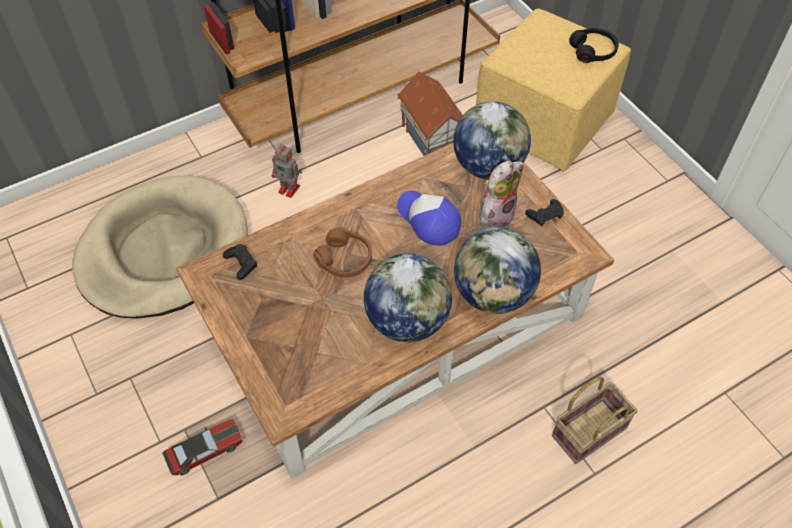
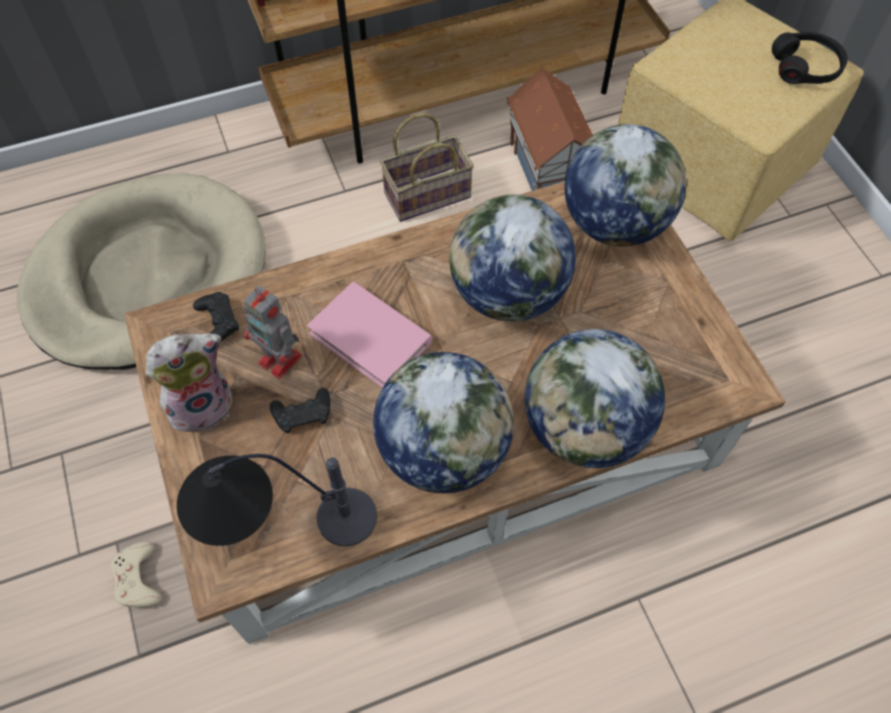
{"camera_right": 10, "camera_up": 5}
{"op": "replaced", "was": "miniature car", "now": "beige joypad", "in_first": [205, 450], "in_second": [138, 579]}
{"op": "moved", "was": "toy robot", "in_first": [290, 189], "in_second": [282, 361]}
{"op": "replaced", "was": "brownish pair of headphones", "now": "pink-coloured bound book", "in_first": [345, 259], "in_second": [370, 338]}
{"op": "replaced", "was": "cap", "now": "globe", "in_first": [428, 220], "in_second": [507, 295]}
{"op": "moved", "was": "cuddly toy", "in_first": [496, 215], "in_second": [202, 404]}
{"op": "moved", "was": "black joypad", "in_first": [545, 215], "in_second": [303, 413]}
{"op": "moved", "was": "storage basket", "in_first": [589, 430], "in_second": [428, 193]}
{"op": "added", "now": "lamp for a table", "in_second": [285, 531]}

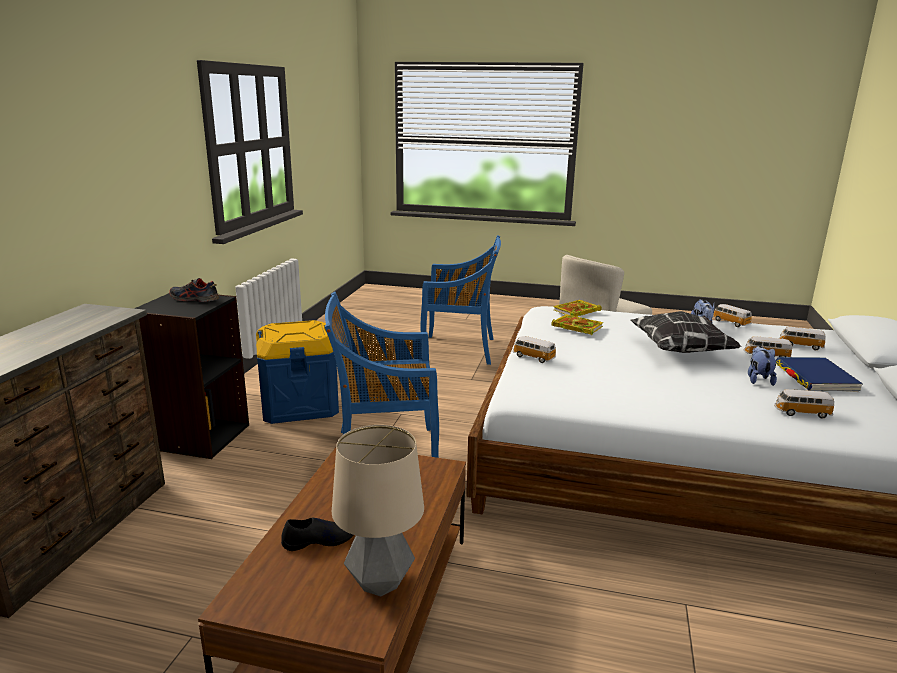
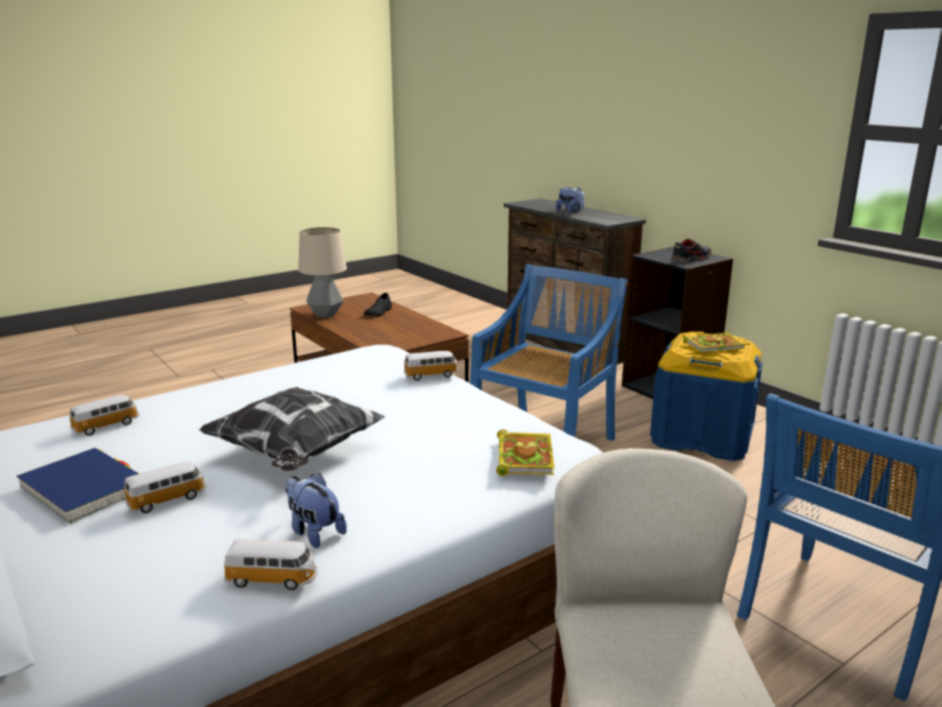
{"camera_right": 130, "camera_up": 0}
{"op": "moved", "was": "bound book", "in_first": [576, 327], "in_second": [715, 345]}
{"op": "moved", "was": "cuddly toy", "in_first": [758, 379], "in_second": [570, 212]}
{"op": "removed", "was": "miniature car", "in_first": [800, 346]}

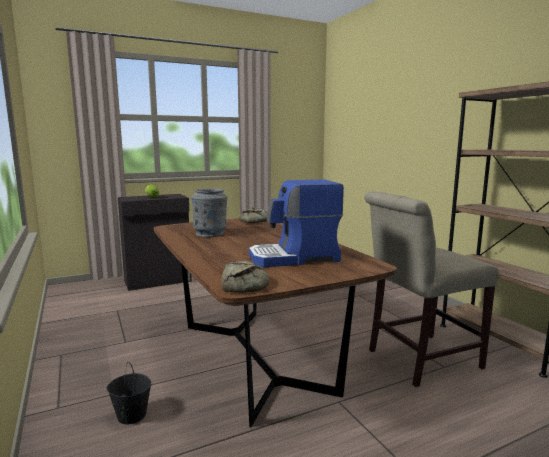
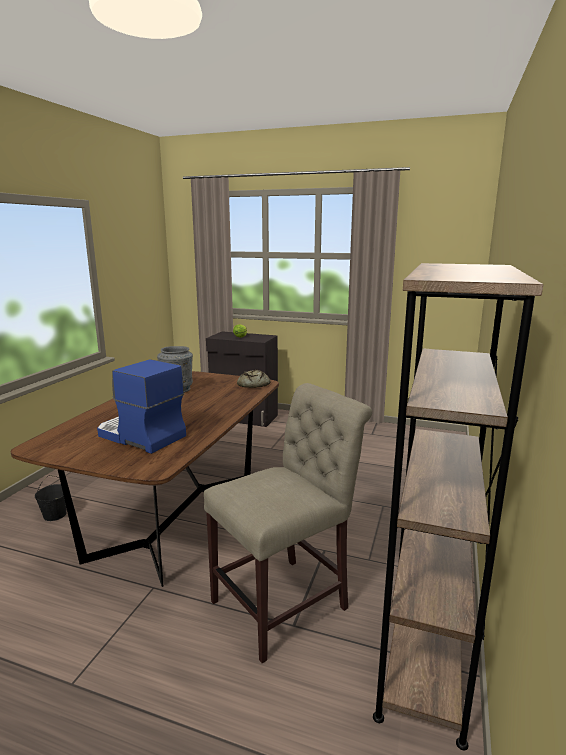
{"camera_right": 45, "camera_up": 5}
{"op": "removed", "was": "bread", "in_first": [245, 284]}
{"op": "turned", "was": "beige plain chair", "in_first": [418, 359], "in_second": [286, 602], "clockwise": 120}

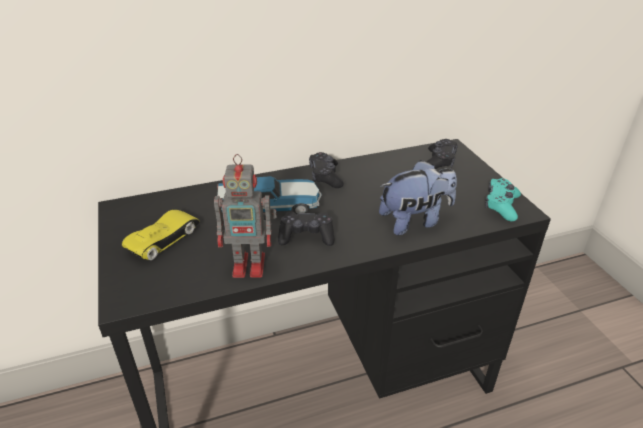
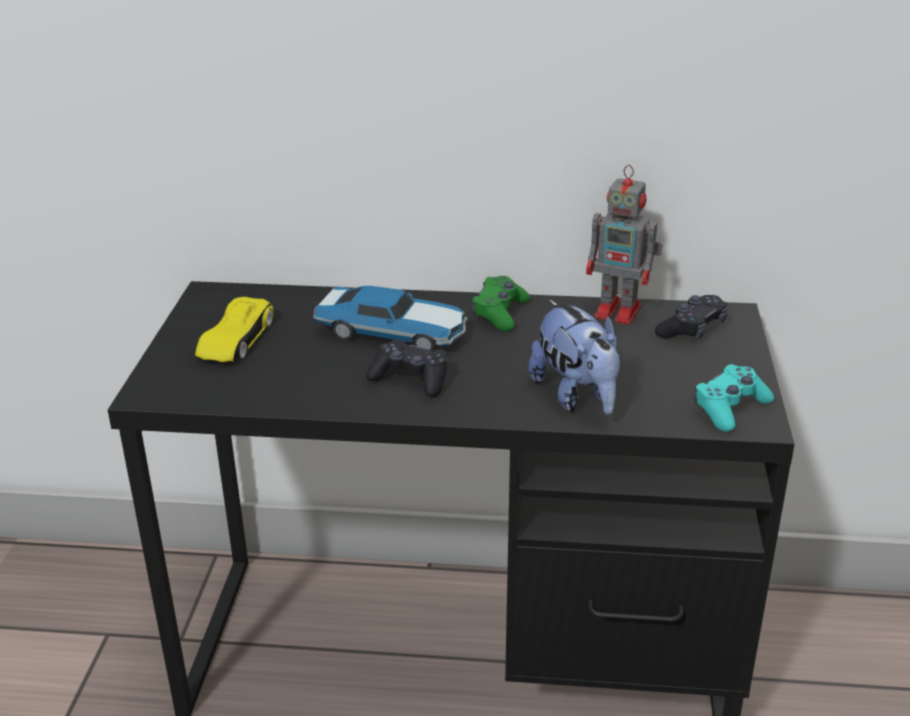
{"camera_right": 25, "camera_up": -5}
{"op": "turned", "was": "yellowish miniature car", "in_first": [163, 238], "in_second": [236, 339], "clockwise": 135}
{"op": "moved", "was": "toy robot", "in_first": [251, 265], "in_second": [620, 312]}
{"op": "recoloured", "was": "black joypad", "now": "green joypad", "in_first": [325, 177], "in_second": [499, 313]}
{"op": "turned", "was": "cuddly toy", "in_first": [415, 221], "in_second": [576, 396], "clockwise": 60}

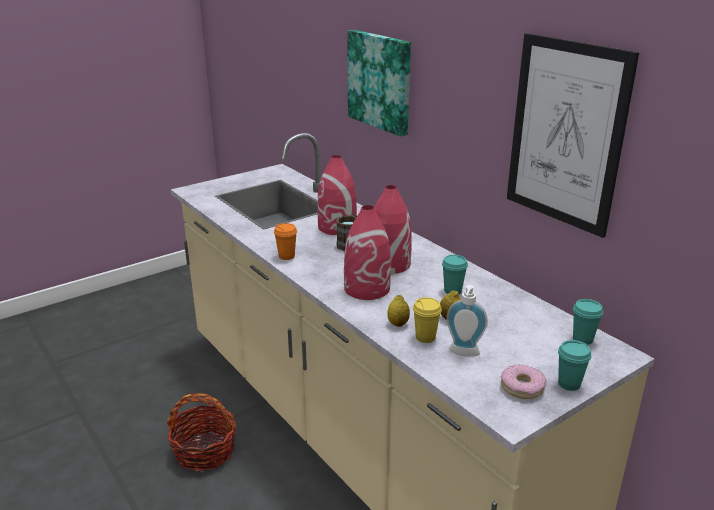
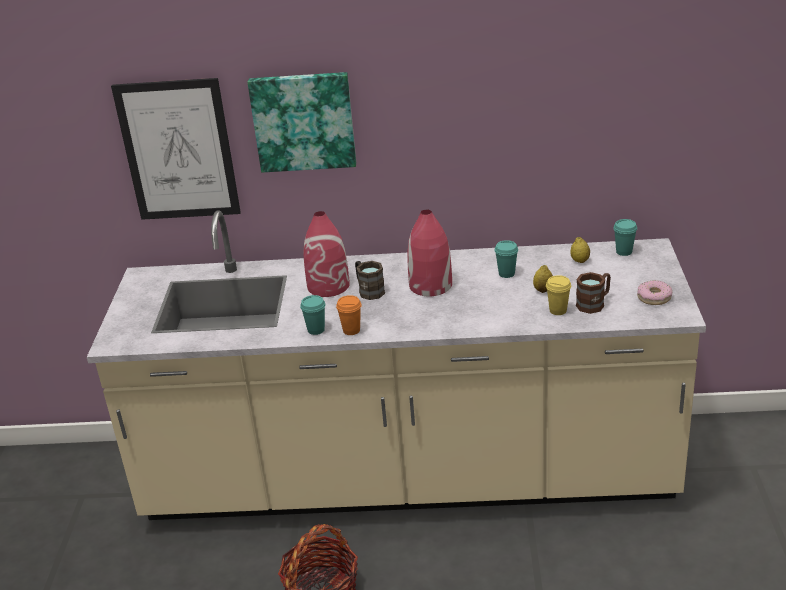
{"camera_right": -50, "camera_up": 5}
{"op": "removed", "was": "red-coloured flower vase", "in_first": [367, 288]}
{"op": "moved", "was": "whole lemon", "in_first": [398, 324], "in_second": [580, 261]}
{"op": "replaced", "was": "liquid soap bottle", "now": "brownish tea mug", "in_first": [463, 354], "in_second": [594, 303]}
{"op": "moved", "was": "picture", "in_first": [566, 134], "in_second": [178, 150]}
{"op": "moved", "was": "blue-green cup", "in_first": [569, 384], "in_second": [316, 330]}

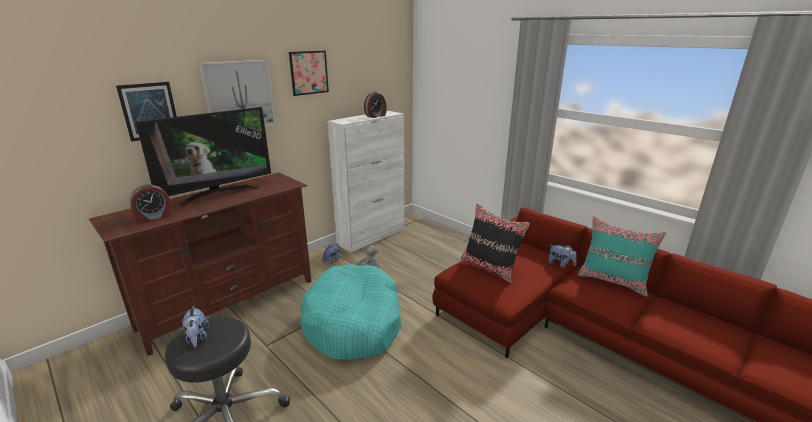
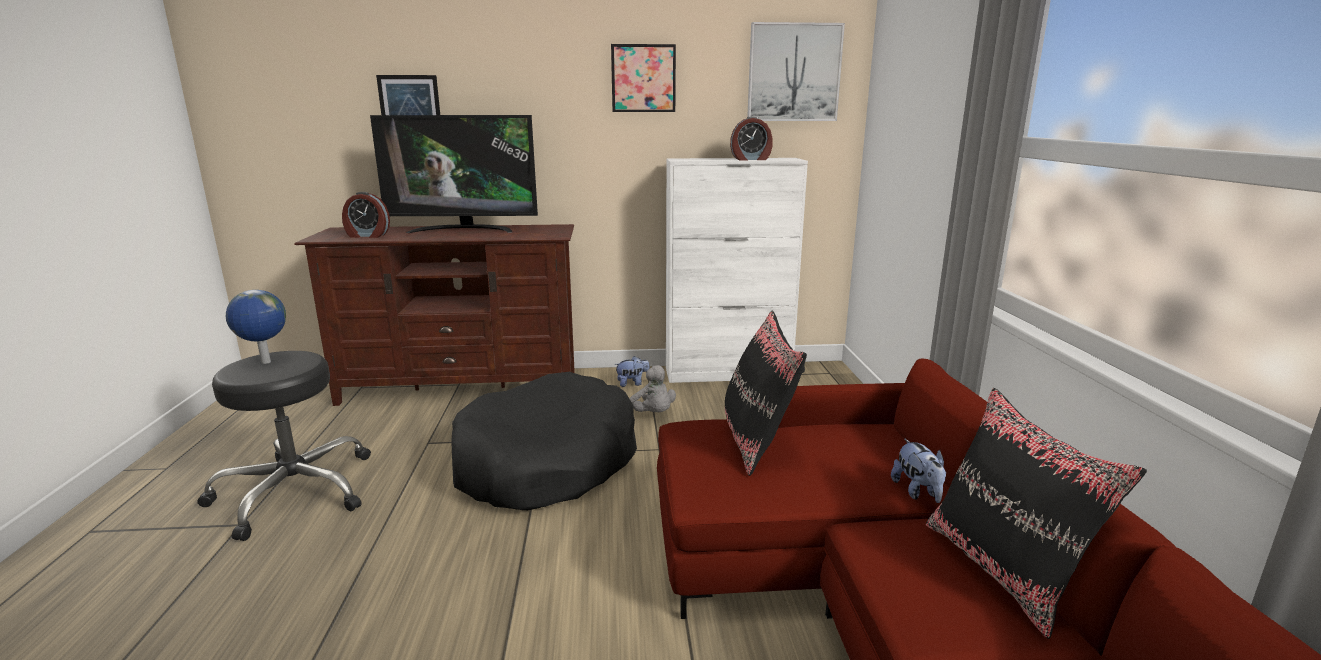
{"camera_right": 40, "camera_up": -5}
{"op": "replaced", "was": "cuddly toy", "now": "globe", "in_first": [197, 338], "in_second": [265, 362]}
{"op": "moved", "was": "picture", "in_first": [239, 96], "in_second": [794, 73]}
{"op": "recoloured", "was": "blue-green dog cushion", "now": "black dog cushion", "in_first": [354, 323], "in_second": [546, 462]}
{"op": "recoloured", "was": "blue-green throw pillow", "now": "black throw pillow", "in_first": [613, 281], "in_second": [1004, 571]}

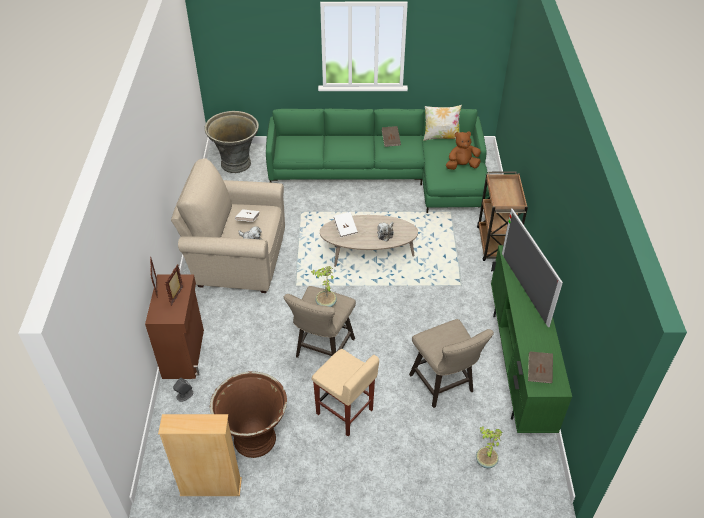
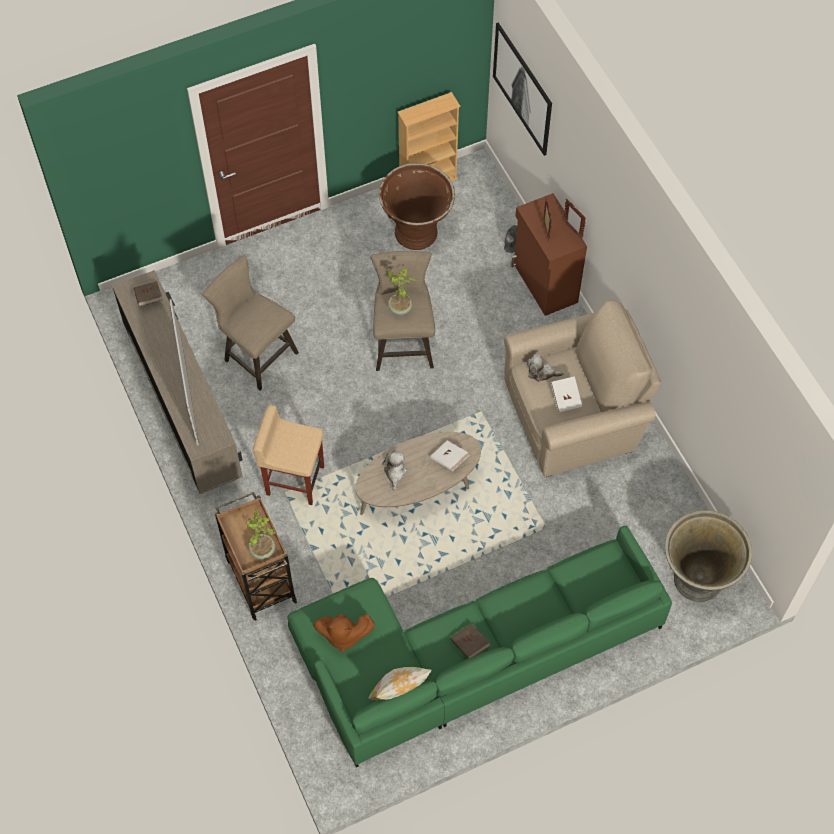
{"camera_right": 155, "camera_up": 15}
{"op": "moved", "was": "beige sitting stool", "in_first": [345, 412], "in_second": [294, 480]}
{"op": "turned", "was": "brownish cuddly toy", "in_first": [461, 166], "in_second": [343, 635], "clockwise": 45}
{"op": "moved", "was": "houseplant", "in_first": [485, 461], "in_second": [263, 550]}
{"op": "recoloured", "was": "green tv stand", "now": "beige tv stand", "in_first": [518, 365], "in_second": [184, 409]}
{"op": "turned", "was": "TV set", "in_first": [524, 288], "in_second": [188, 391], "clockwise": -150}
{"op": "added", "now": "picture", "in_second": [522, 88]}

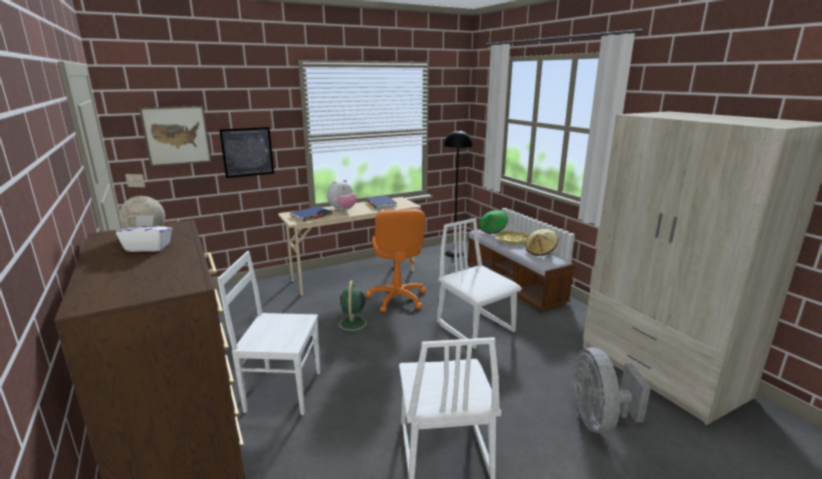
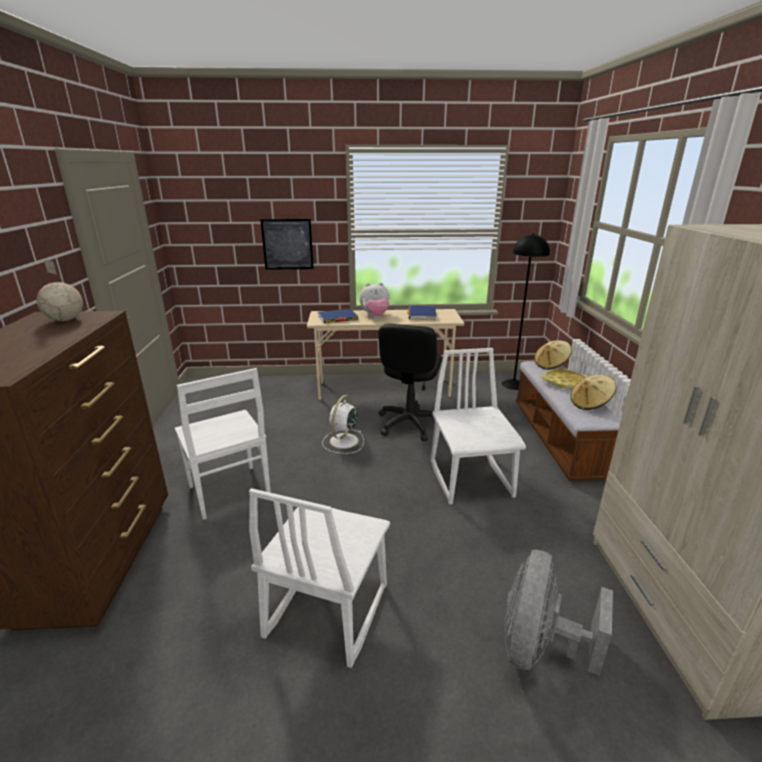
{"camera_right": 25, "camera_up": 5}
{"op": "removed", "was": "white-coloured tissue box", "in_first": [148, 248]}
{"op": "removed", "was": "picture", "in_first": [177, 135]}
{"op": "turned", "was": "white-coloured plain chair", "in_first": [281, 391], "in_second": [230, 492], "clockwise": -150}
{"op": "recoloured", "was": "green cooling fan", "now": "white-coloured cooling fan", "in_first": [352, 324], "in_second": [343, 441]}
{"op": "recoloured", "was": "orange-coloured desk chair", "now": "black desk chair", "in_first": [397, 298], "in_second": [409, 424]}
{"op": "recoloured", "was": "green clothing hat", "now": "beige clothing hat", "in_first": [493, 230], "in_second": [551, 365]}

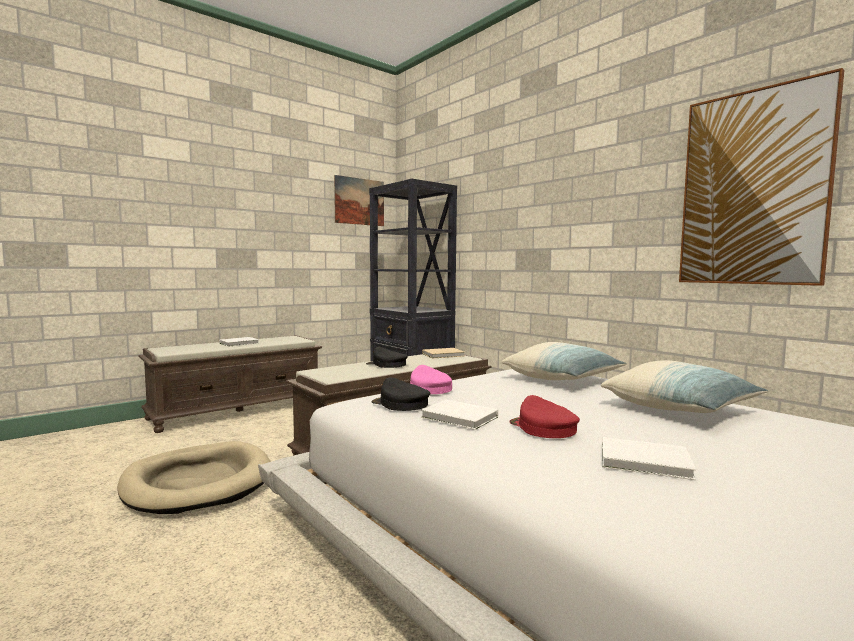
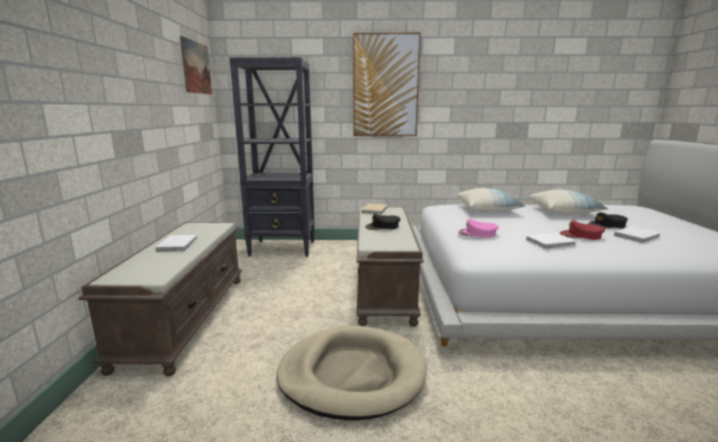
{"camera_right": -50, "camera_up": 10}
{"op": "moved", "was": "black cap", "in_first": [400, 404], "in_second": [607, 225]}
{"op": "moved", "was": "picture", "in_first": [753, 188], "in_second": [385, 86]}

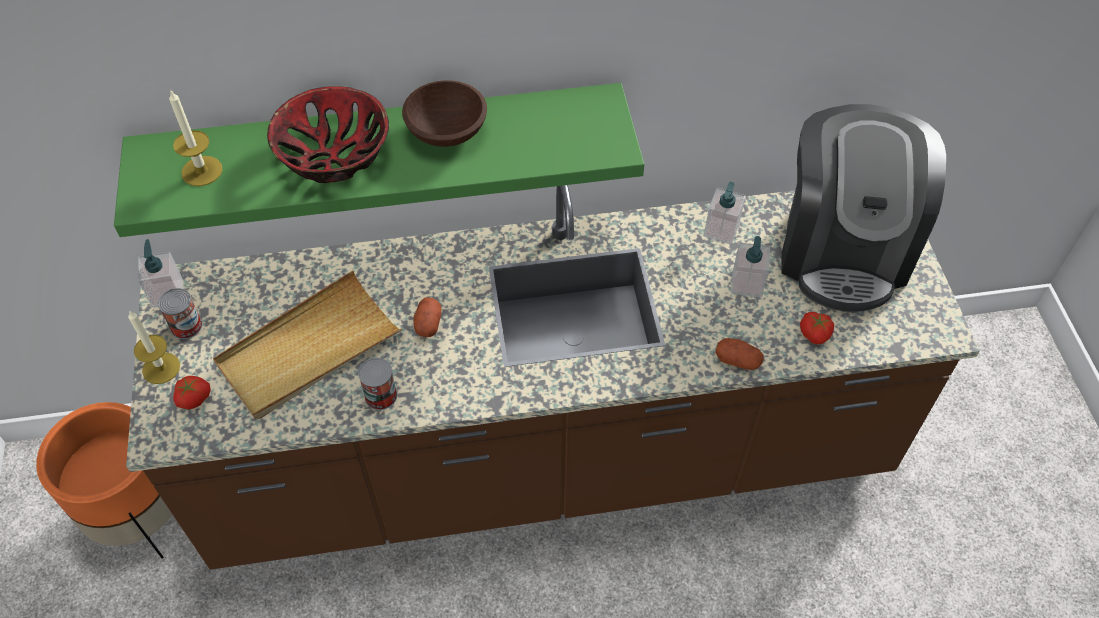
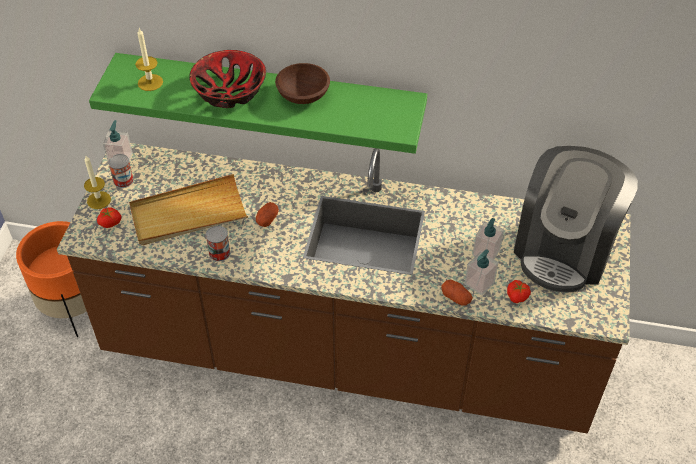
{"camera_right": 20, "camera_up": -5}
{"op": "moved", "was": "liquid soap bottle", "in_first": [721, 230], "in_second": [479, 283]}

